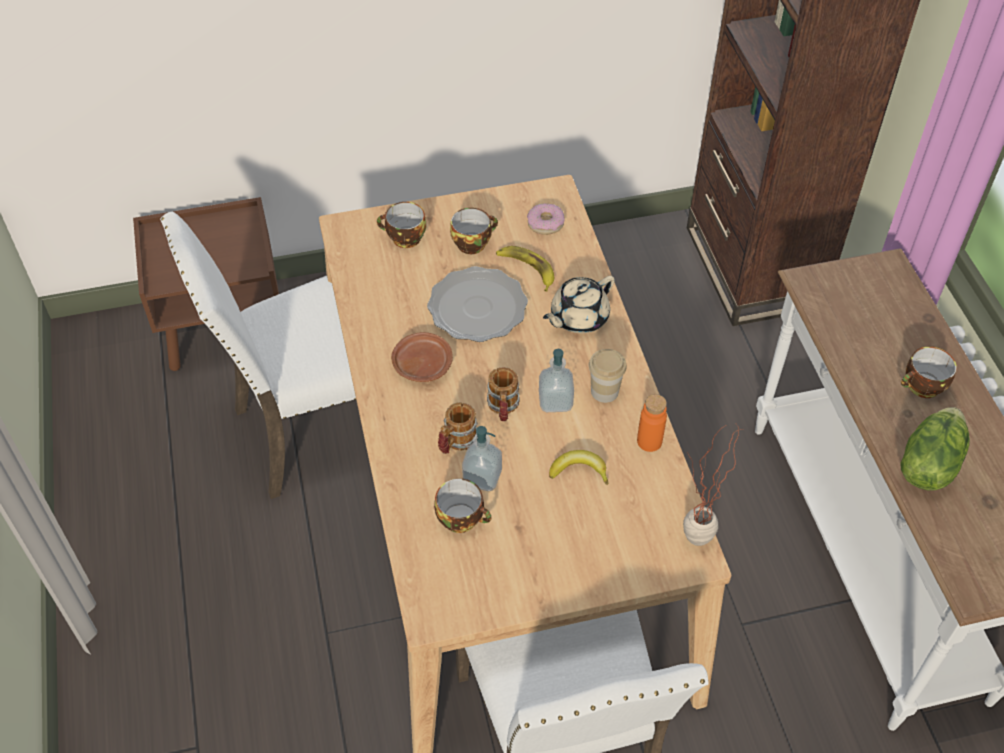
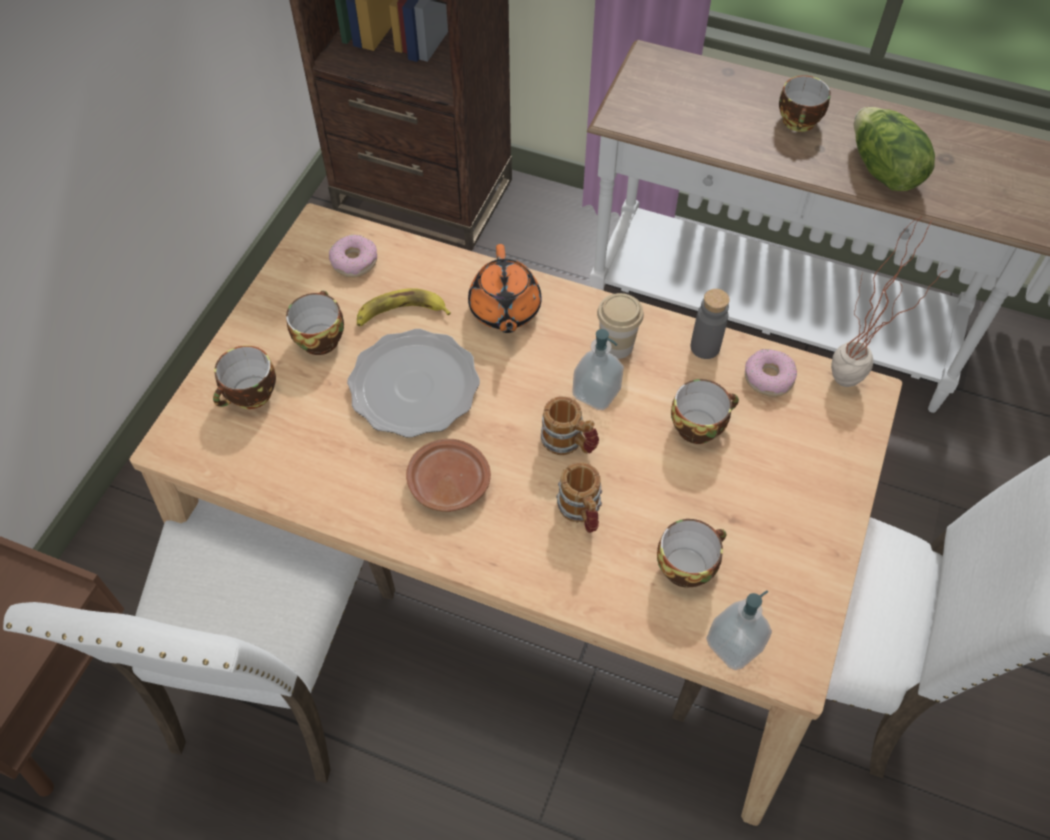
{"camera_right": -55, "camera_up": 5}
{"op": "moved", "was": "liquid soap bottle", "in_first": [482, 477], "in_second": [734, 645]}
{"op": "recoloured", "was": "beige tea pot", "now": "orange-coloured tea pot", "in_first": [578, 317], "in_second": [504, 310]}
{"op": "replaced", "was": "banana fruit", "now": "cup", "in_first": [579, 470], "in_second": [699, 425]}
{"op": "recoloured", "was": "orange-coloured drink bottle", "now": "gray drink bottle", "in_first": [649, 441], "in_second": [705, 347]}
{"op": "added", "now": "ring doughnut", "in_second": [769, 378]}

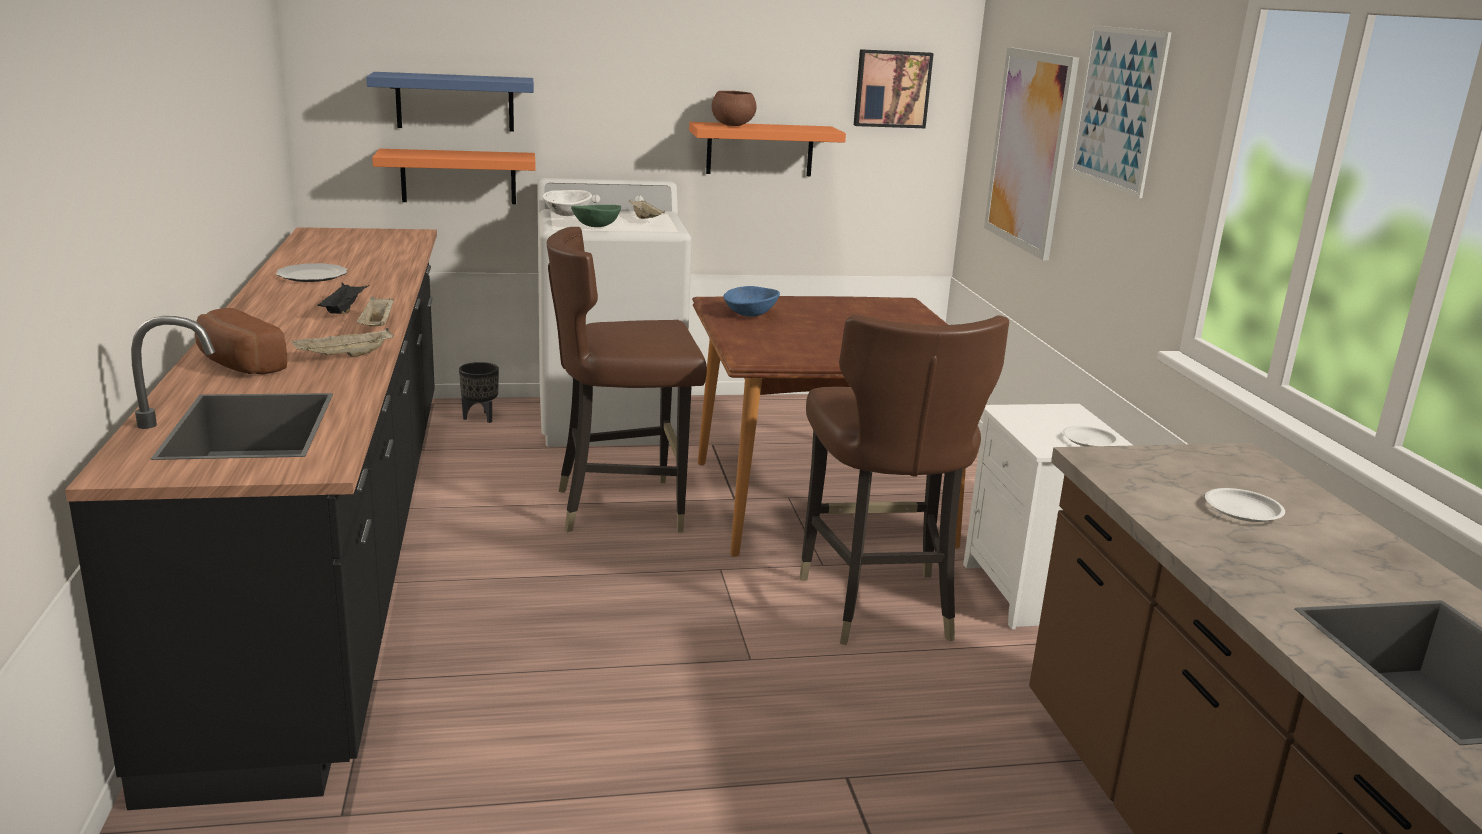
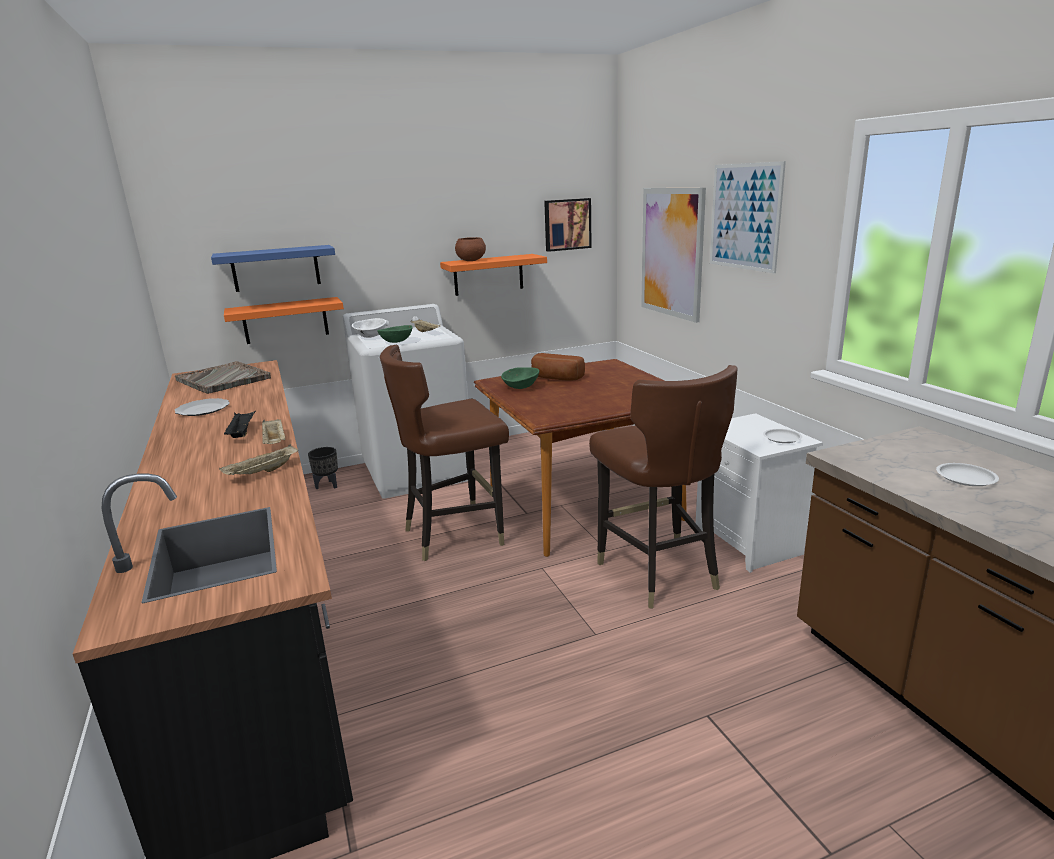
{"camera_right": -10, "camera_up": 0}
{"op": "moved", "was": "bread", "in_first": [236, 364], "in_second": [555, 378]}
{"op": "recoloured", "was": "bluish deep dish", "now": "green deep dish", "in_first": [750, 315], "in_second": [521, 387]}
{"op": "added", "now": "gray serving tray", "in_second": [223, 379]}

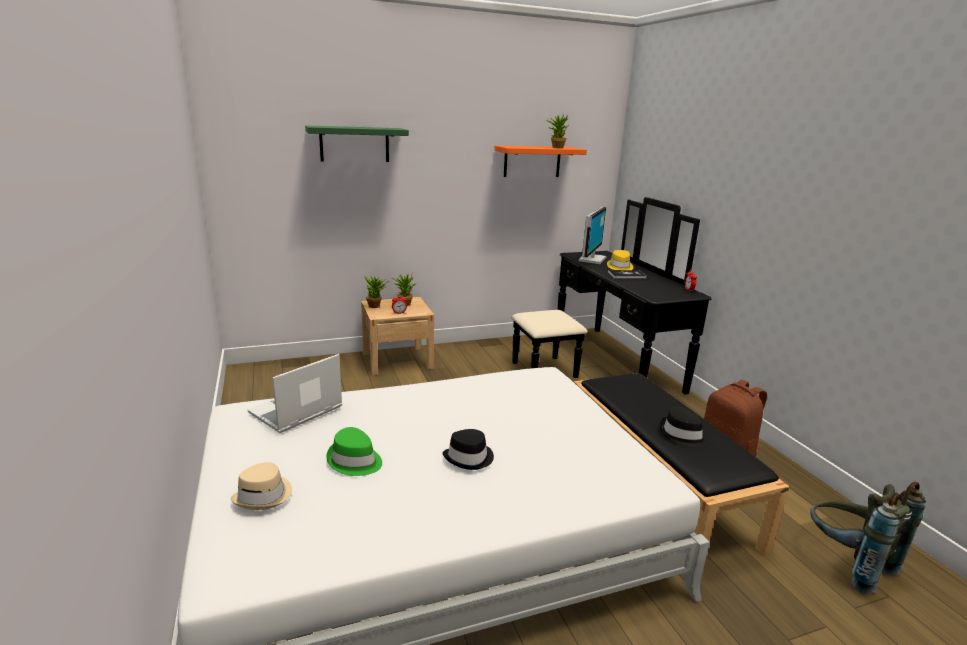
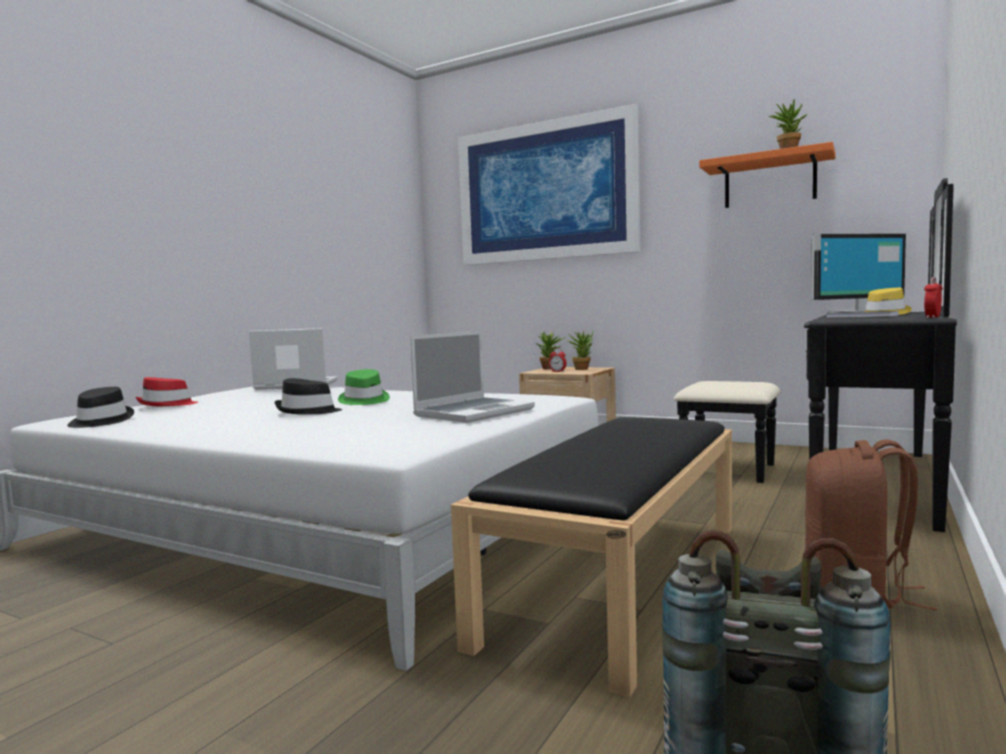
{"camera_right": 50, "camera_up": -15}
{"op": "recoloured", "was": "beige clothing hat", "now": "red-coloured clothing hat", "in_first": [264, 495], "in_second": [167, 404]}
{"op": "replaced", "was": "green wall shelf", "now": "picture", "in_first": [354, 144], "in_second": [545, 192]}
{"op": "moved", "was": "green clothing hat", "in_first": [354, 461], "in_second": [363, 400]}
{"op": "moved", "was": "black clothing hat", "in_first": [682, 435], "in_second": [99, 421]}
{"op": "added", "now": "laptop", "in_second": [474, 412]}

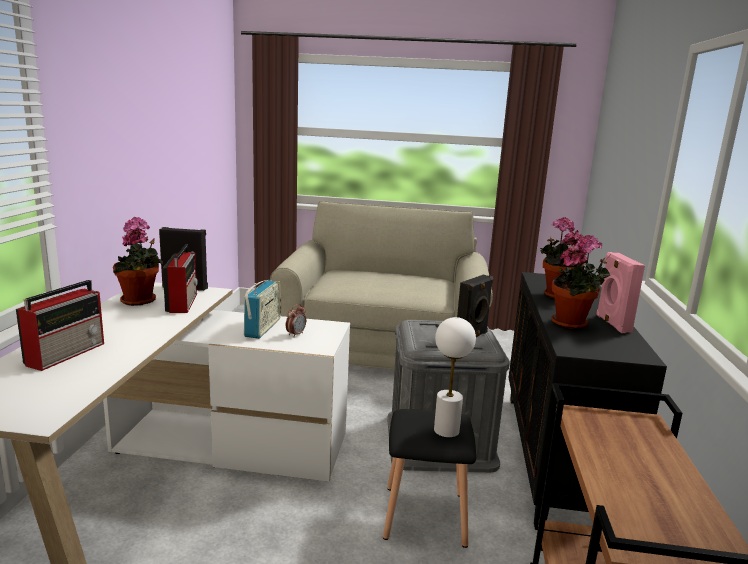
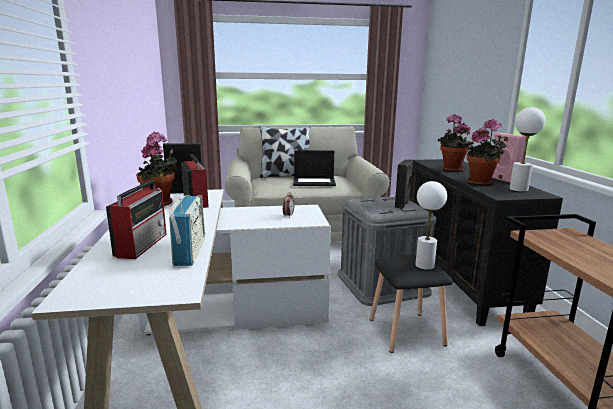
{"camera_right": -15, "camera_up": 0}
{"op": "moved", "was": "radio set", "in_first": [263, 328], "in_second": [190, 252]}
{"op": "added", "now": "throw pillow", "in_second": [285, 175]}
{"op": "added", "now": "laptop", "in_second": [314, 182]}
{"op": "added", "now": "white-coloured lamp for a table", "in_second": [518, 189]}

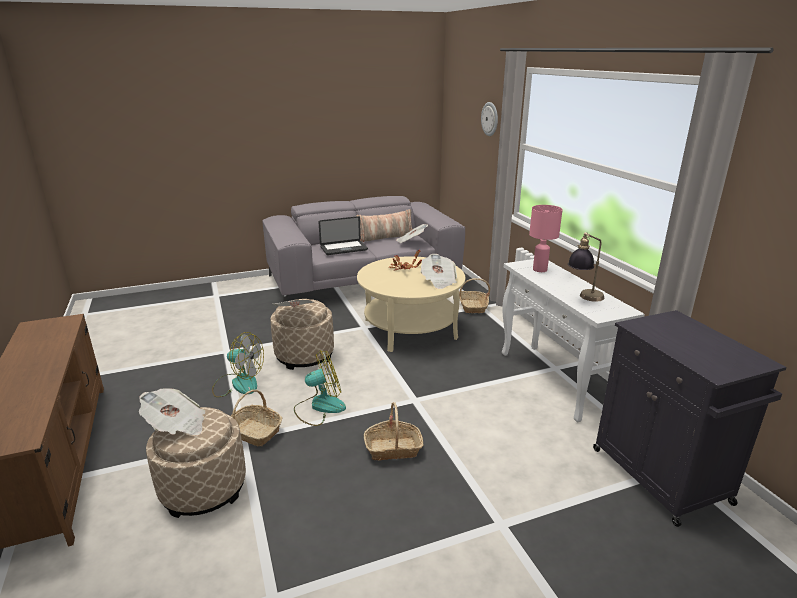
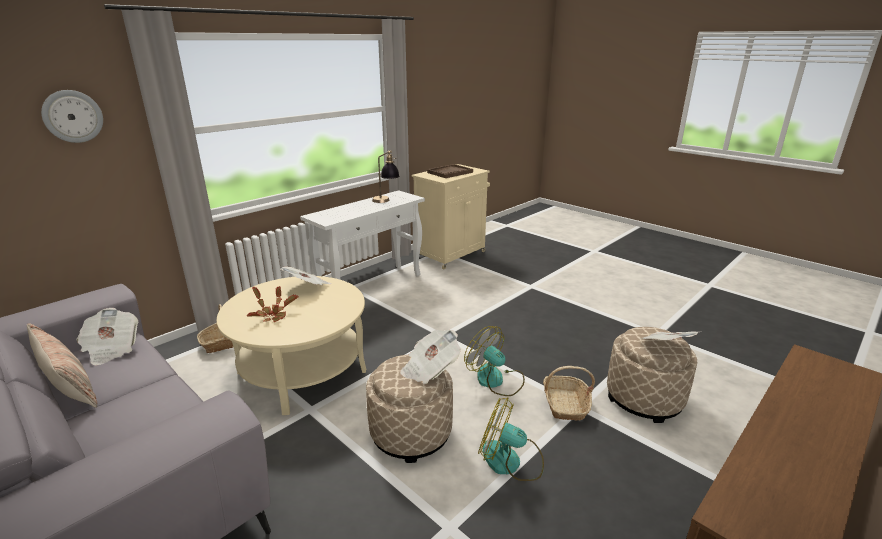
{"camera_right": -115, "camera_up": 0}
{"op": "turned", "was": "cooling fan", "in_first": [238, 383], "in_second": [510, 461], "clockwise": -60}
{"op": "removed", "was": "laptop", "in_first": [344, 248]}
{"op": "removed", "was": "storage basket", "in_first": [393, 448]}
{"op": "removed", "was": "pink-coloured lamp for a table", "in_first": [540, 269]}
{"op": "recoloured", "was": "black cabinet", "now": "beige cabinet", "in_first": [662, 478], "in_second": [451, 254]}
{"op": "added", "now": "brownish serving tray", "in_second": [450, 172]}

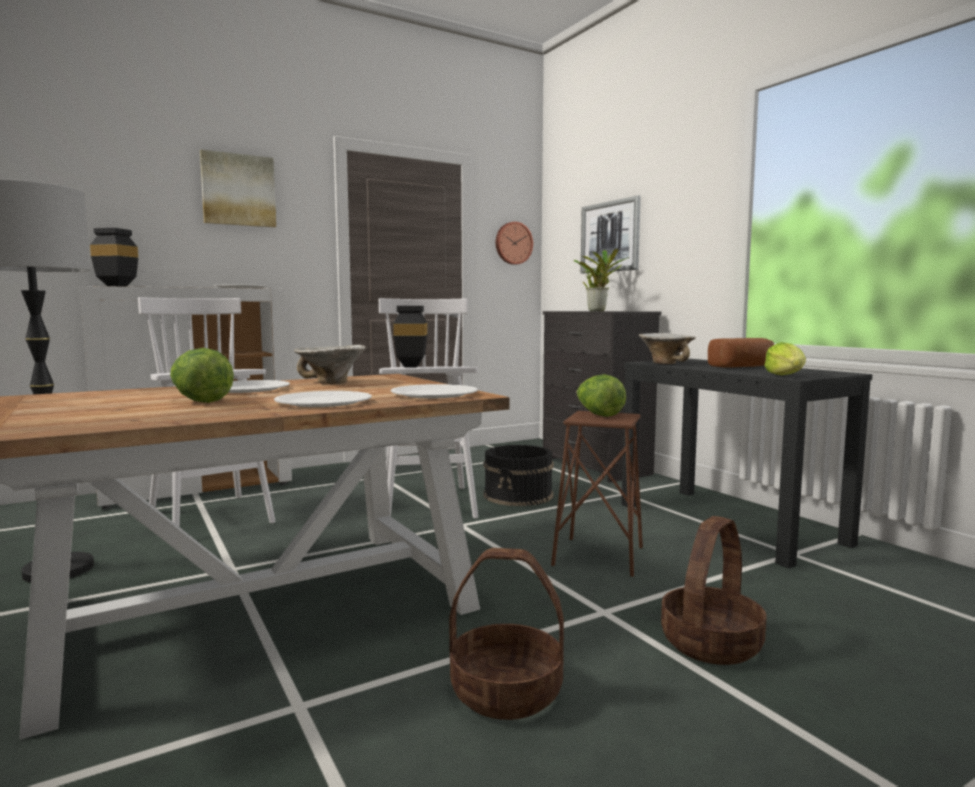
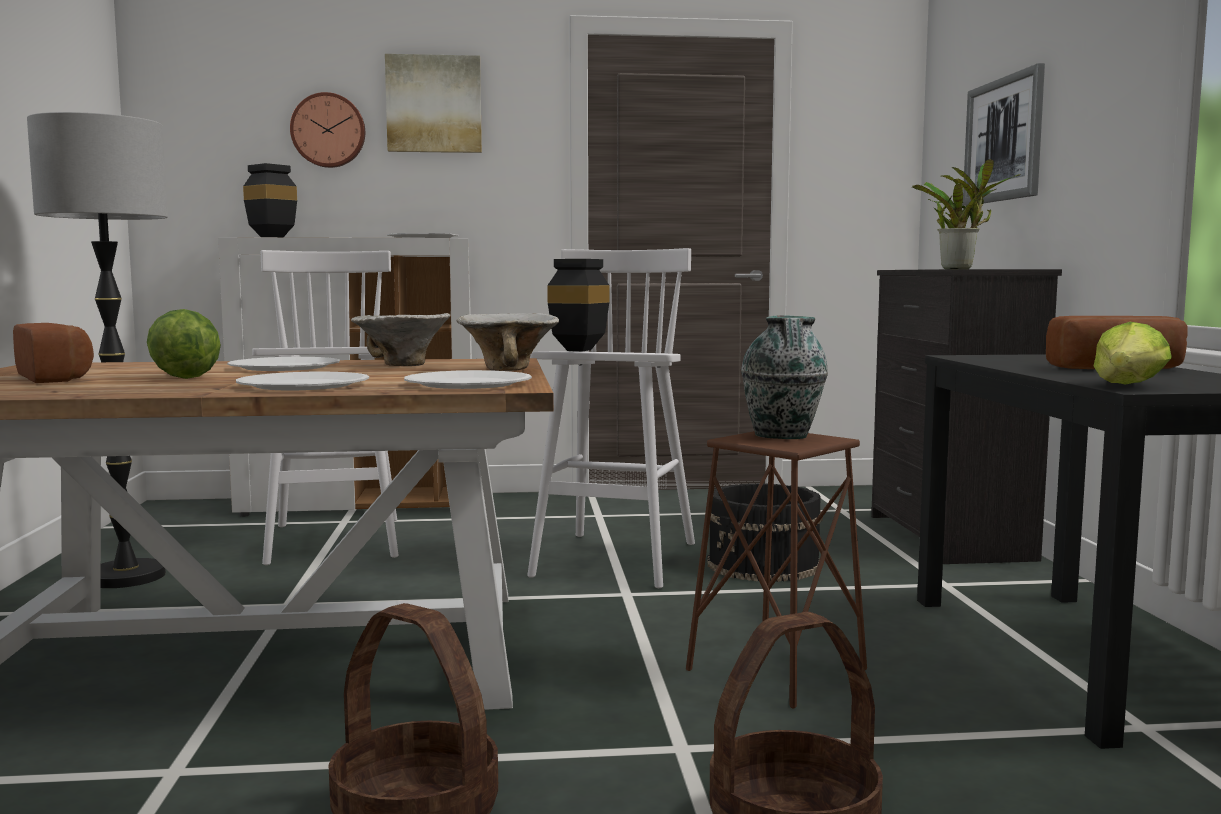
{"camera_right": 25, "camera_up": 0}
{"op": "moved", "was": "wall clock", "in_first": [513, 243], "in_second": [328, 130]}
{"op": "replaced", "was": "lettuce", "now": "flower vase", "in_first": [598, 415], "in_second": [782, 436]}
{"op": "moved", "was": "deep dish", "in_first": [666, 363], "in_second": [510, 369]}
{"op": "added", "now": "bread", "in_second": [59, 378]}

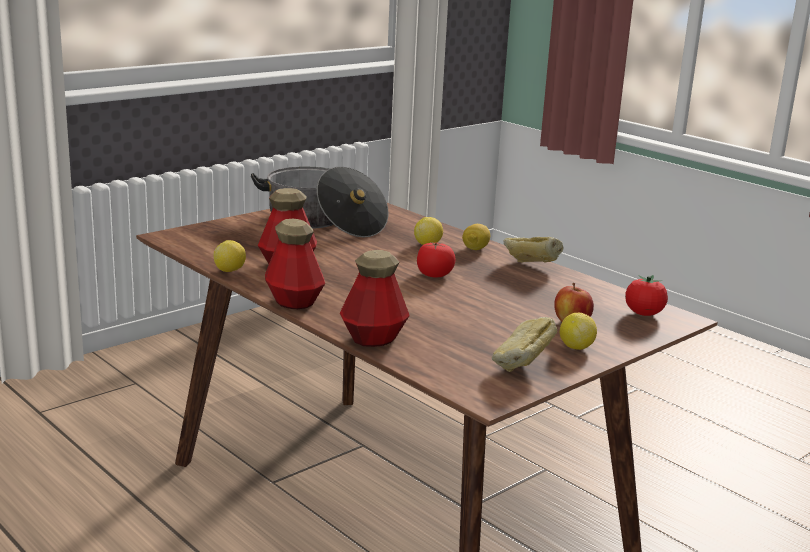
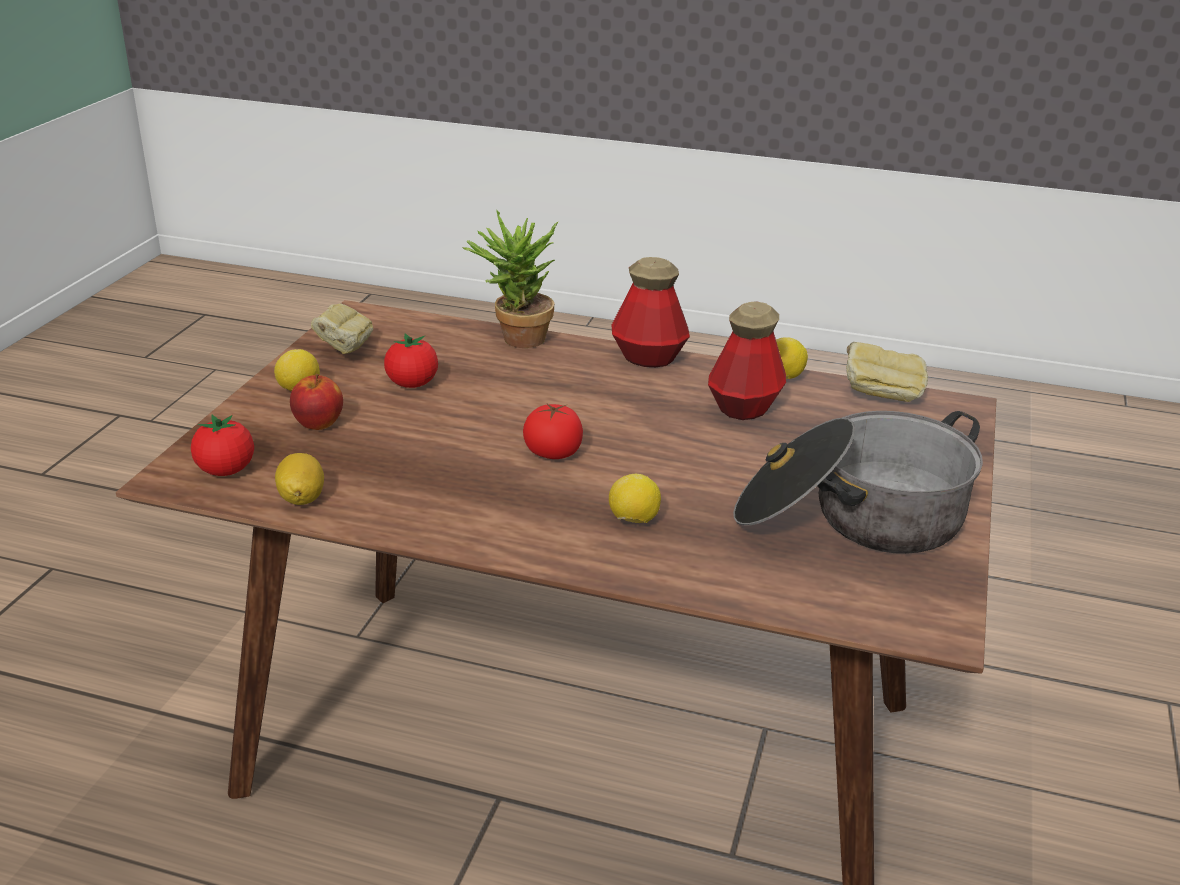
{"camera_right": 150, "camera_up": 10}
{"op": "replaced", "was": "drink bottle", "now": "houseplant", "in_first": [373, 338], "in_second": [515, 340]}
{"op": "moved", "was": "whole lemon", "in_first": [475, 249], "in_second": [302, 498]}
{"op": "moved", "was": "bread", "in_first": [531, 266], "in_second": [880, 397]}
{"op": "added", "now": "fresh tomato", "in_second": [412, 384]}

